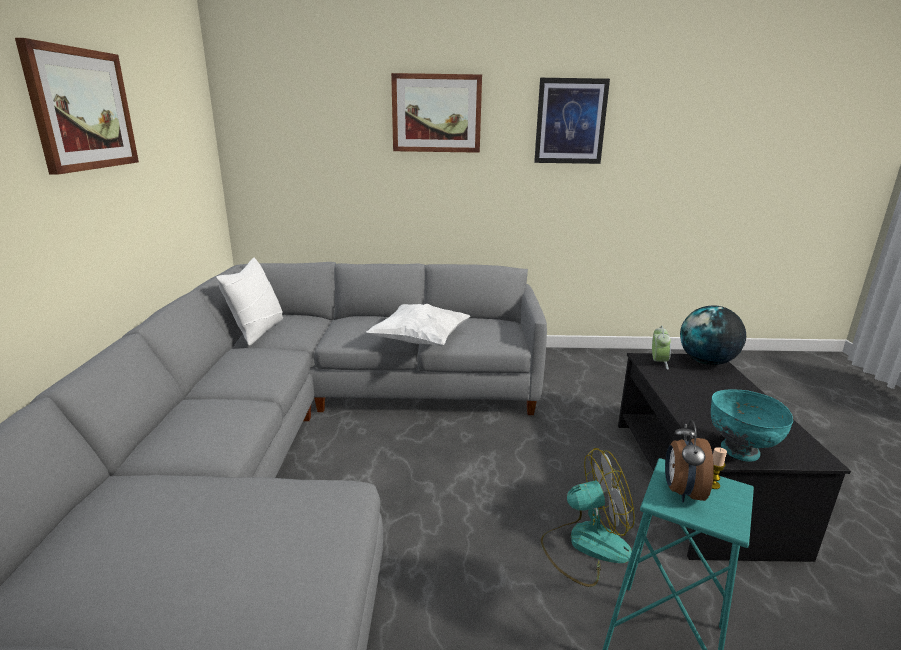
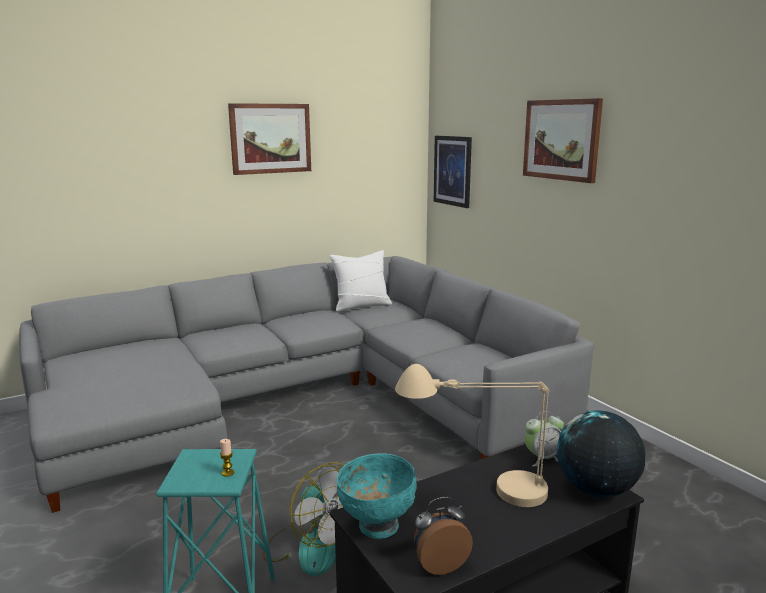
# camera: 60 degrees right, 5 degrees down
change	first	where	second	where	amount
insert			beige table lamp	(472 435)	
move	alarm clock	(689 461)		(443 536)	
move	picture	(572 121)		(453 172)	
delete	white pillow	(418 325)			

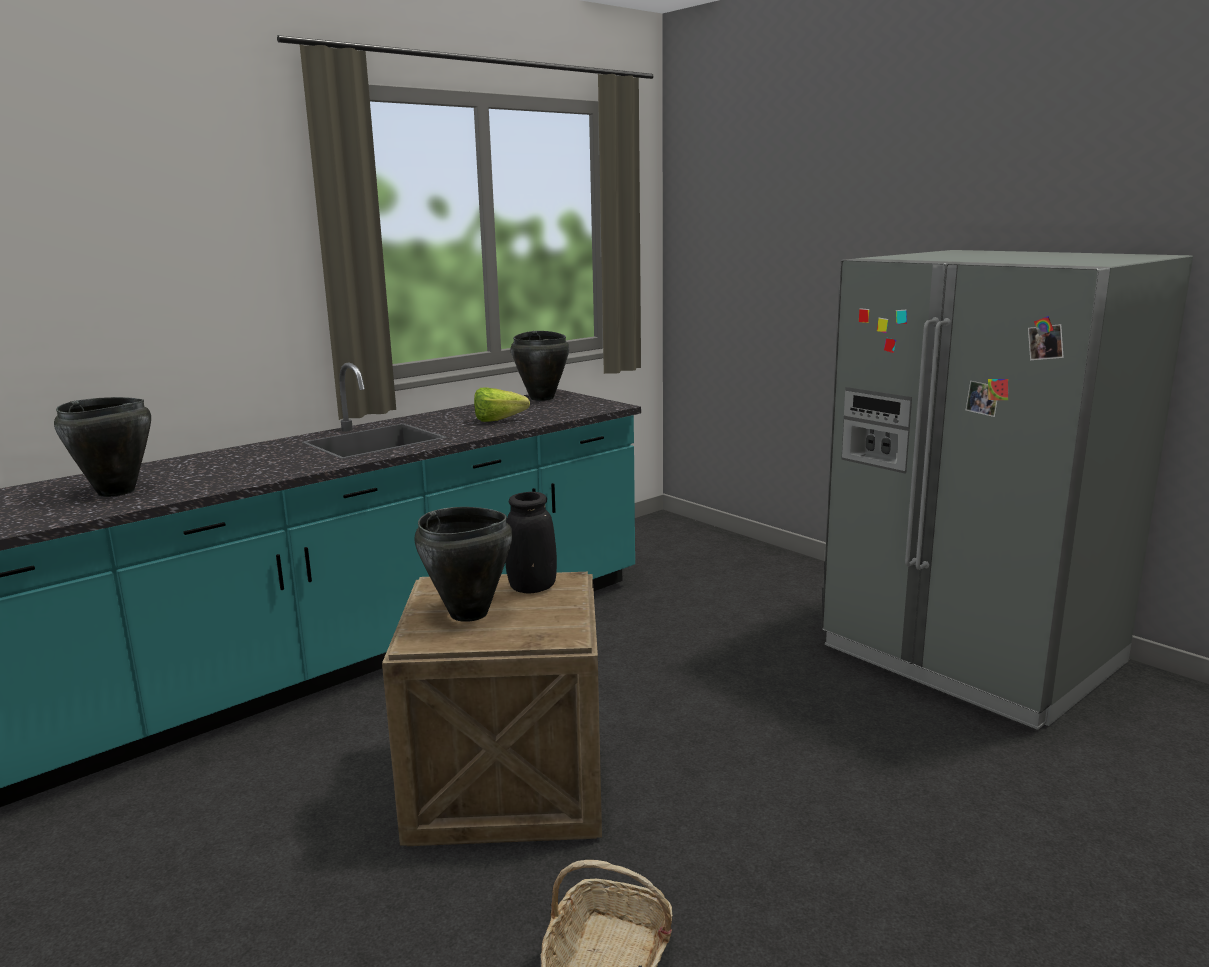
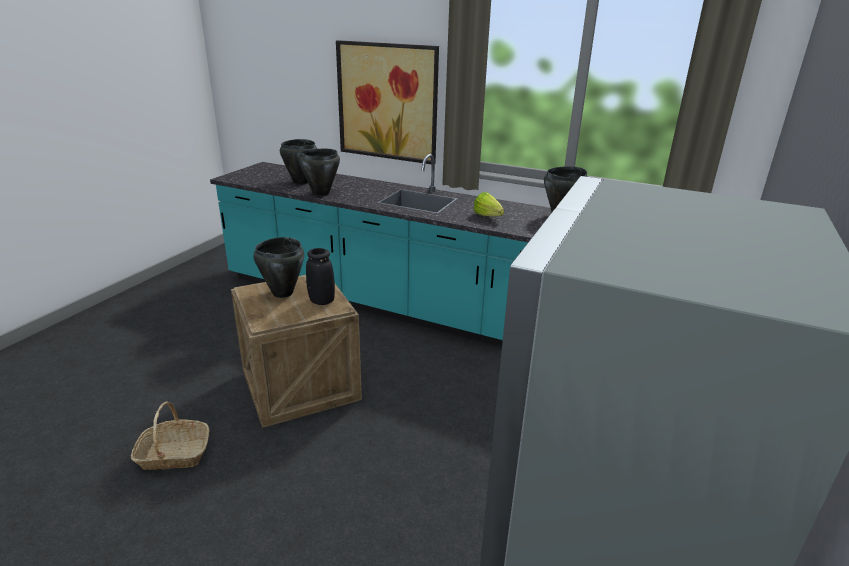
# camera: 65 degrees right, 10 degrees up
change	first	where	second	where	amount
insert			black cooking pot	(319 172)	
insert			picture	(387 102)	

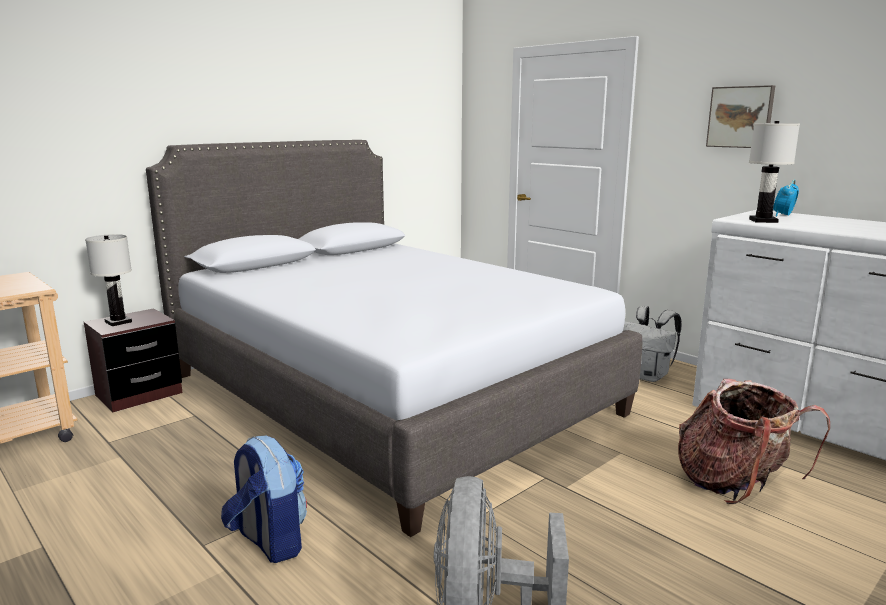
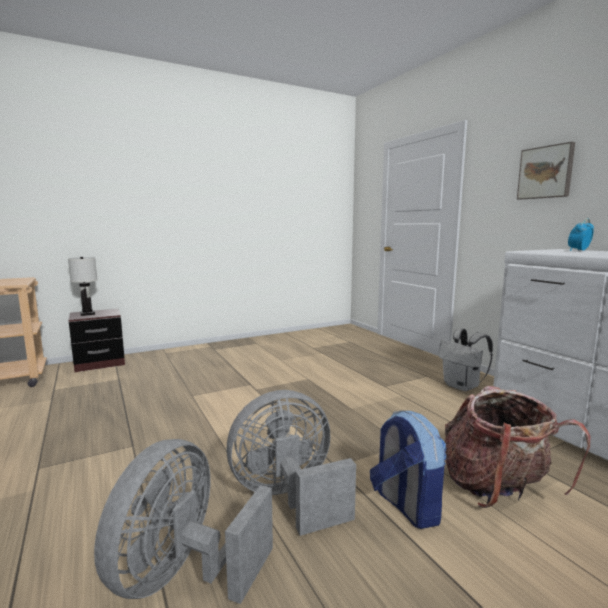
# camera: 15 degrees right, 5 degrees down
change	first	where	second	where	amount
insert			grey fan	(291 463)	
move	backpack	(264 499)		(408 469)	
delete	grey bed	(394 338)			
delete	white table lamp	(774 172)			

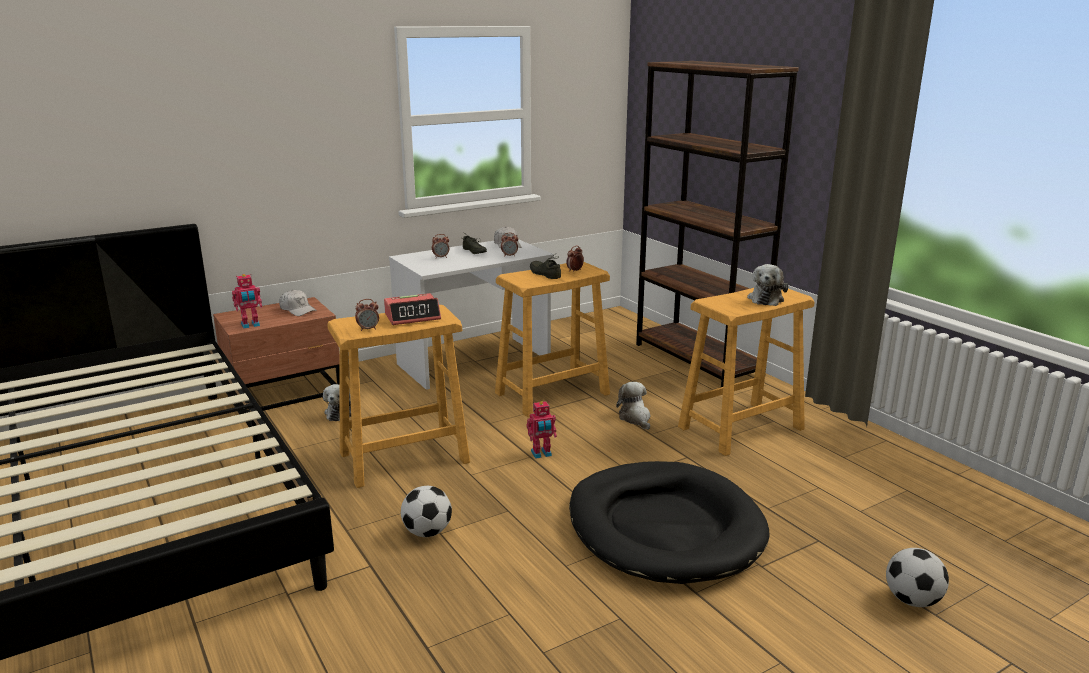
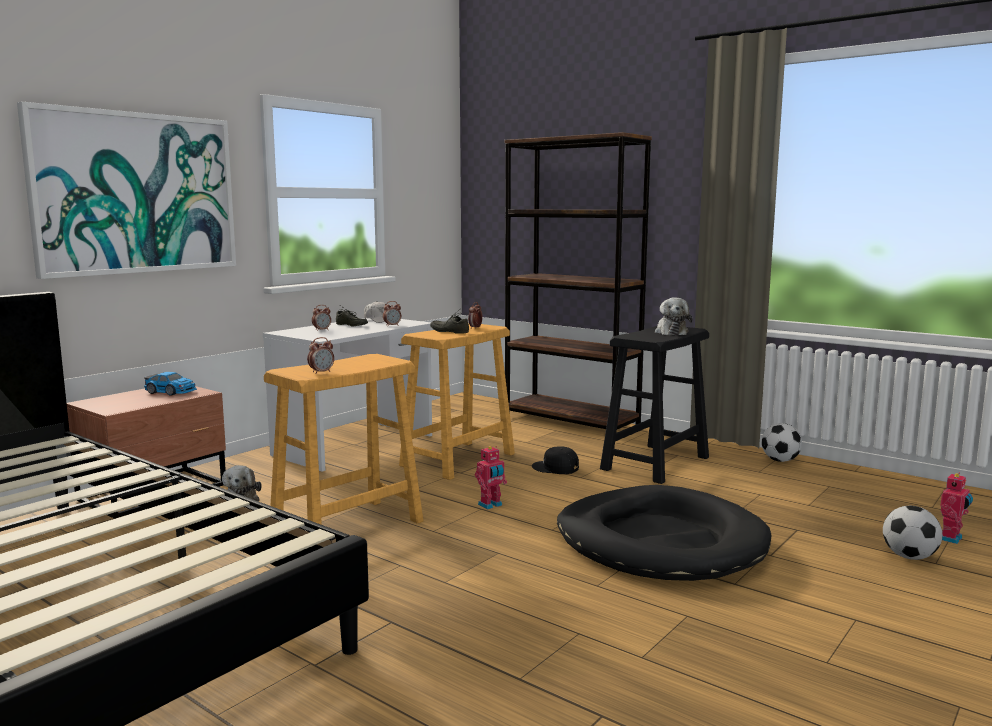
# camera: 20 degrees left, 10 degrees down
change	first	where	second	where	amount
insert			picture	(126 190)	
replace	white cap	(298 303)	toy car	(170 384)	
replace	plush toy	(633 406)	black cap	(555 460)	
recolor	beige stool	(746 372)	black stool	(654 405)	
move	football	(426 511)		(781 442)	
move	toy robot	(247 301)		(956 508)	
delete	alarm clock	(412 309)			

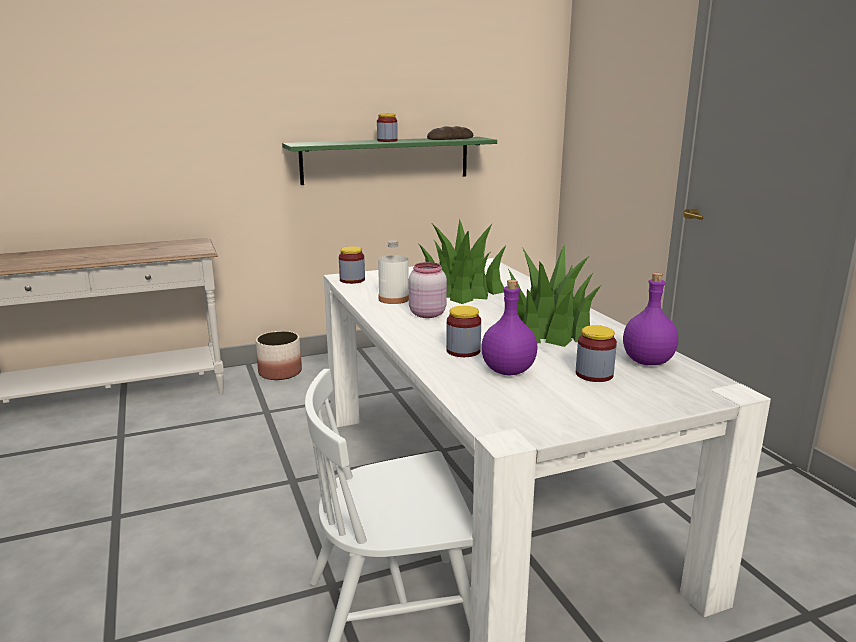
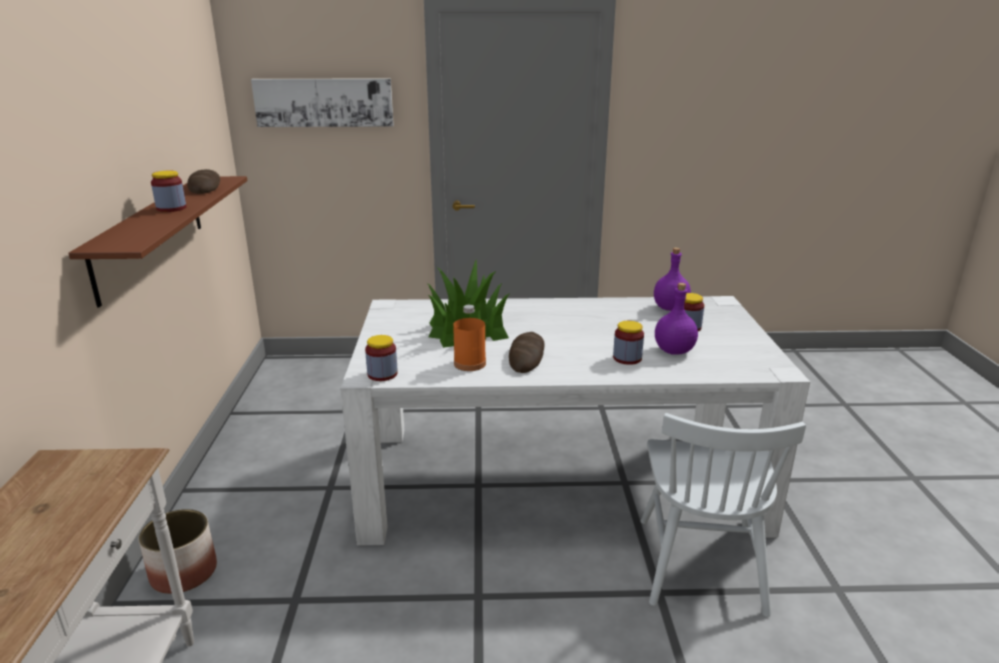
# camera: 70 degrees left, 5 degrees up
change	first	where	second	where	amount
recolor	green shelf	(389 161)	brown shelf	(158 241)	
insert			picture	(322 102)	
recolor	white bottle	(393 272)	orange bottle	(469 338)	
replace	pink jar	(428 290)	bread	(527 352)	
delete	potted plant	(554 295)			

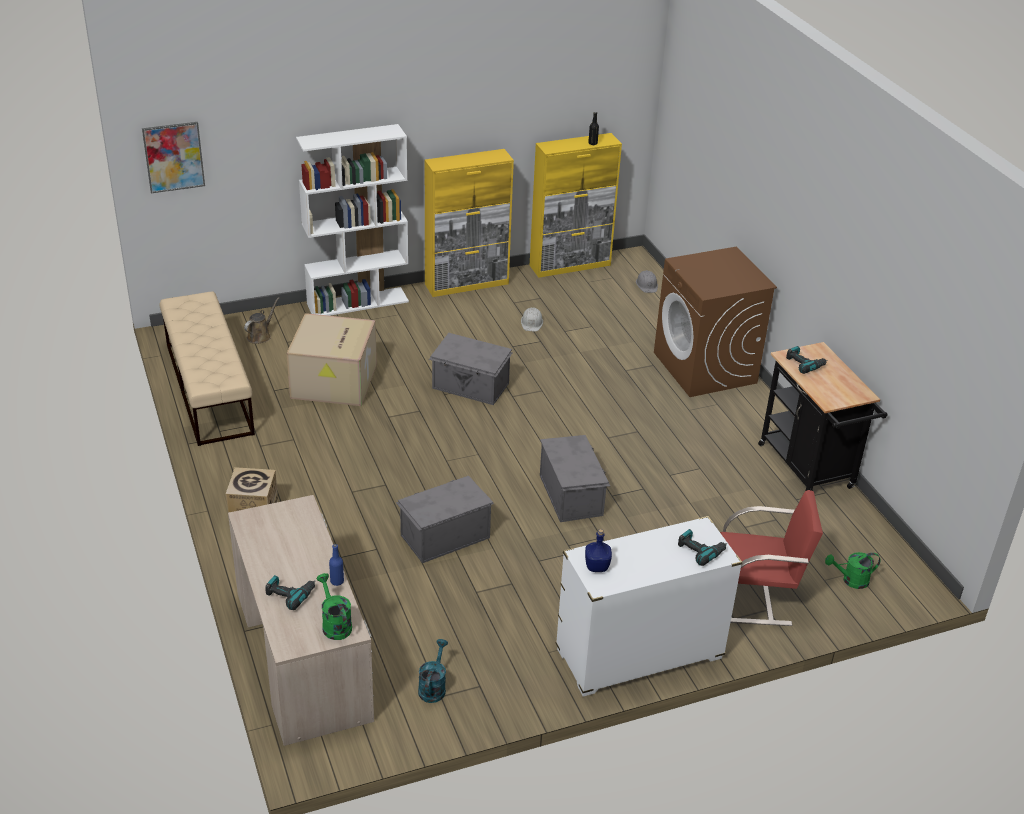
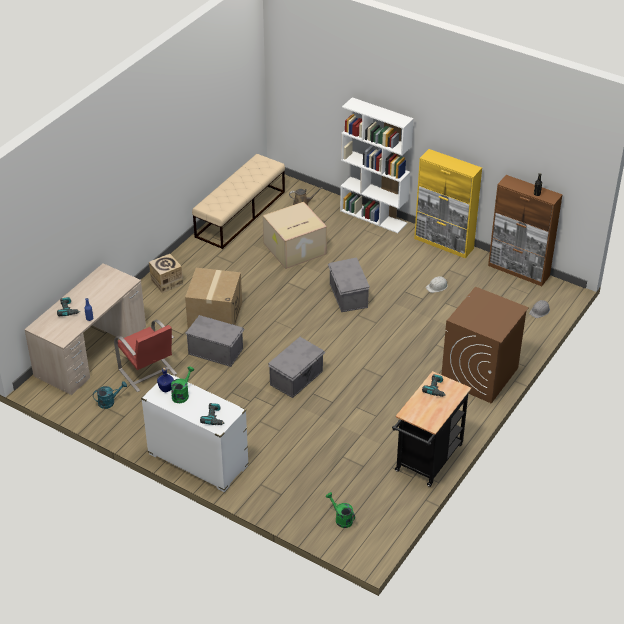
# camera: 55 degrees right, 5 degrees up
change	first	where	second	where	amount
move	red chair	(771 558)		(145 355)	
move	green watering can	(334 606)		(182 384)	
insert			cardboard box	(213 298)	
recolor	yellow cabinet	(576 205)	brown cabinet	(525 230)	
delete	picture	(173 157)			

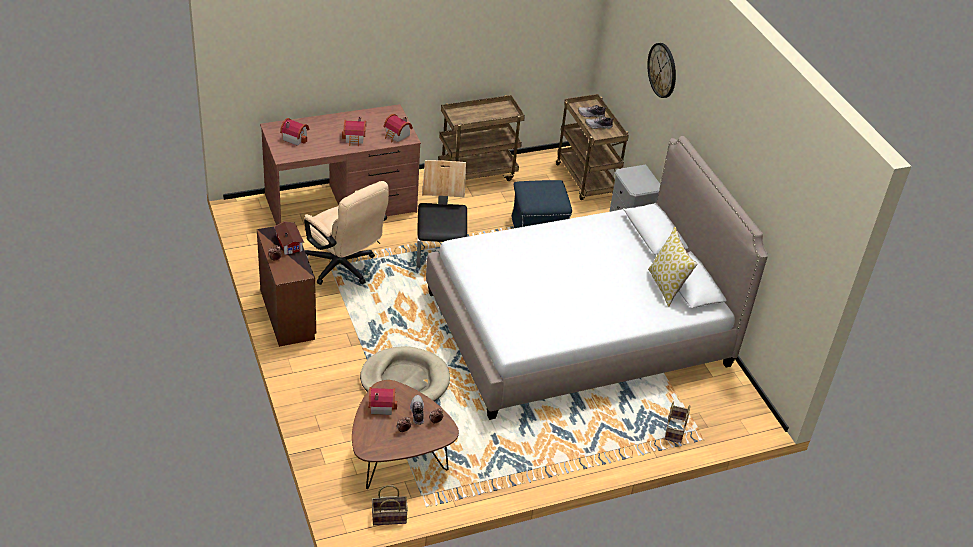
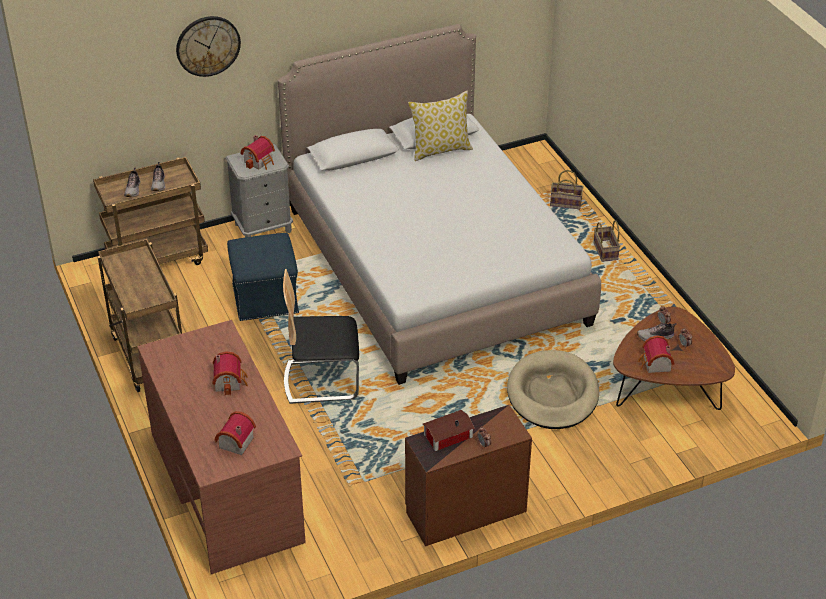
# camera: 90 degrees left, 0 degrees up
change	first	where	second	where	amount
move	toy house	(398 128)		(257 152)	
move	basket	(390 505)		(606 241)	
delete	beige office chair	(346 233)			

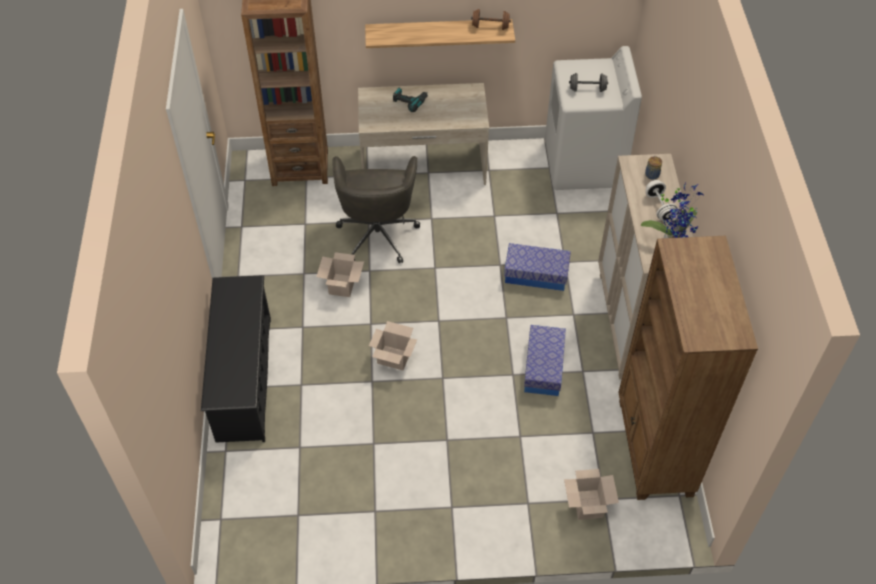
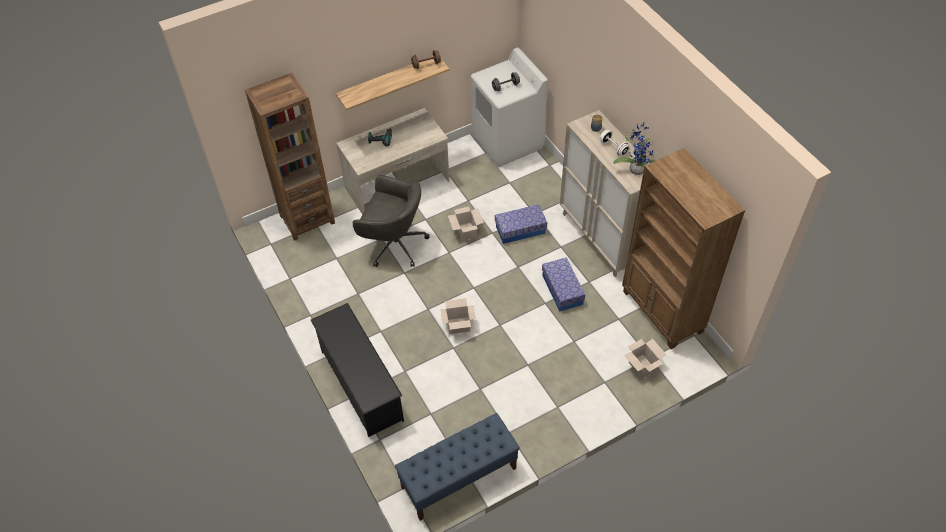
# camera: 25 degrees left, 0 degrees up
change	first	where	second	where	amount
rotate	grey office chair	(376 209)		(391 221)	45 degrees counterclockwise
insert			blue bench	(457 467)	
move	cardboard box	(340 274)		(466 224)	

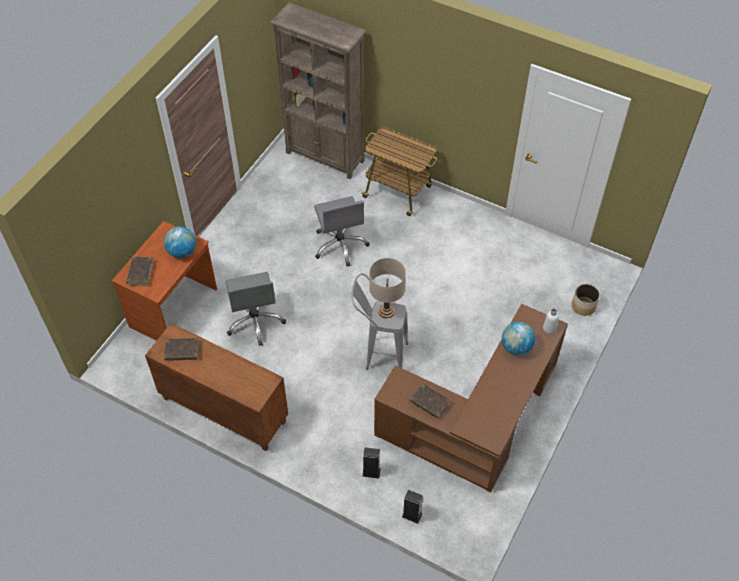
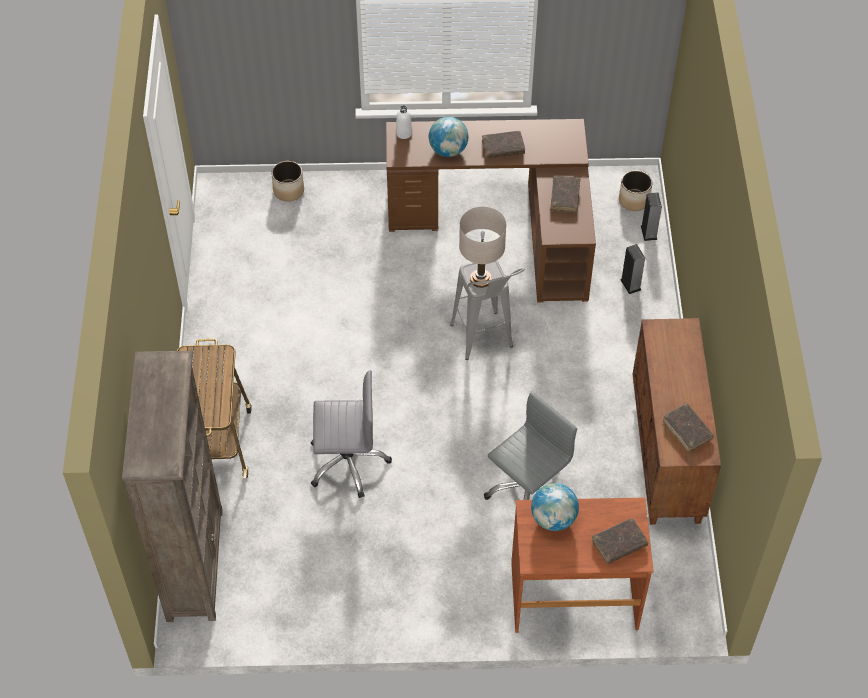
# camera: 120 degrees left, 0 degrees up
change	first	where	second	where	amount
rotate	grey office chair	(342 231)		(351 434)	45 degrees clockwise
insert			brown book	(503 144)	
insert			planter	(635 190)	

